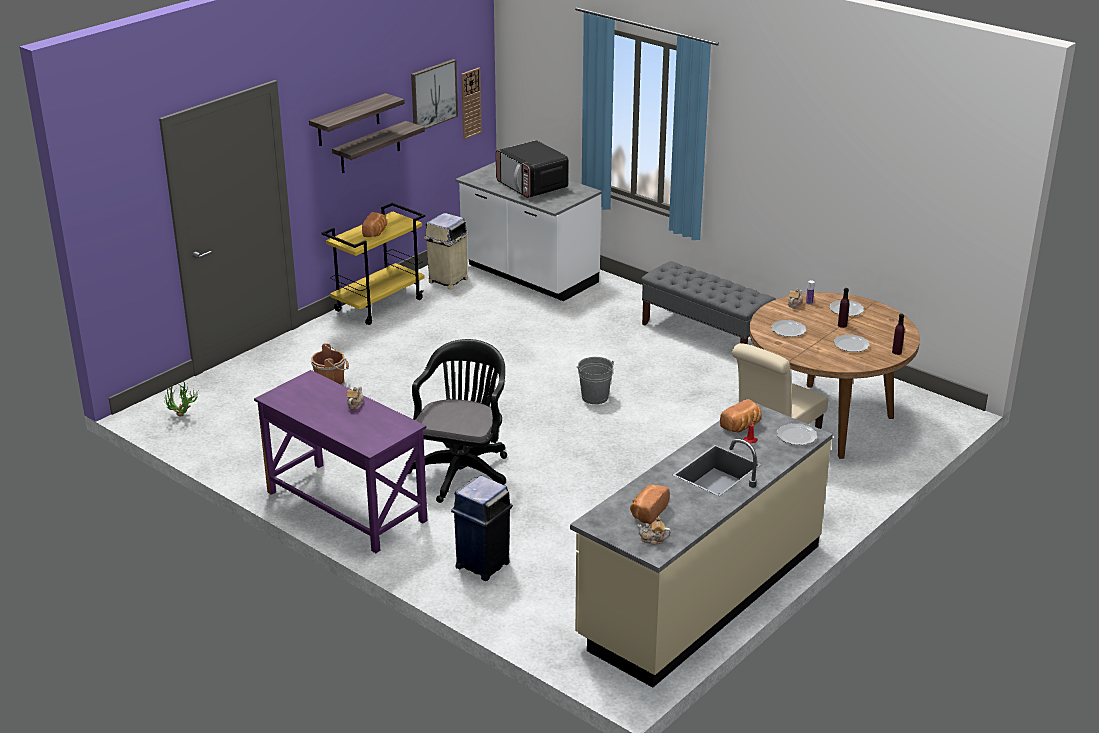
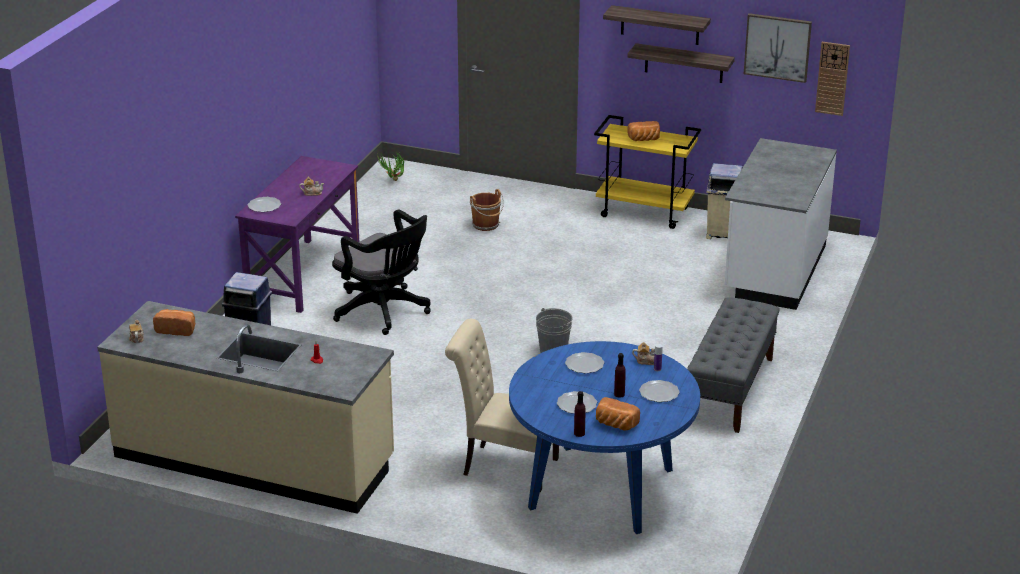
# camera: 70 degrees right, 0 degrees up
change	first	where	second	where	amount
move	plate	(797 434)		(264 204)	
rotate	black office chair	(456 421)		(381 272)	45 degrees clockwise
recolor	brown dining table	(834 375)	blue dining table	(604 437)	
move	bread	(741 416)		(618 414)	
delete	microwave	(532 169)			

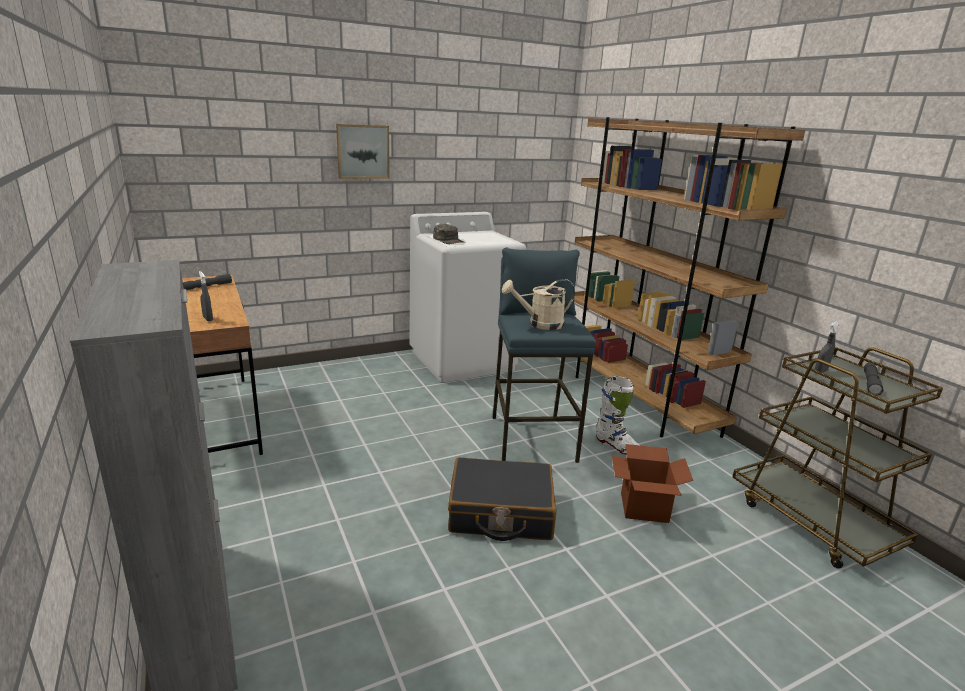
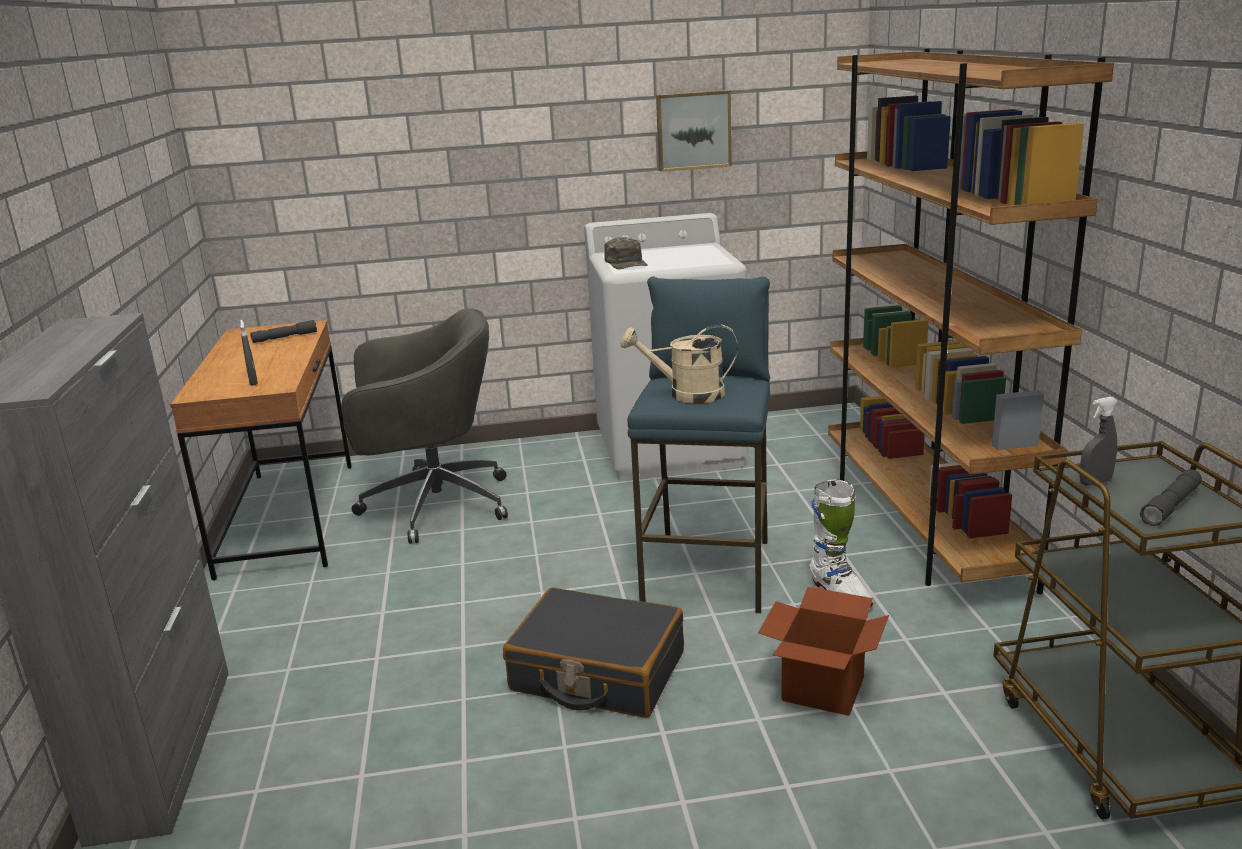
# camera: 20 degrees right, 0 degrees up
change	first	where	second	where	amount
insert			grey office chair	(424 426)	
move	picture	(363 151)		(694 131)	

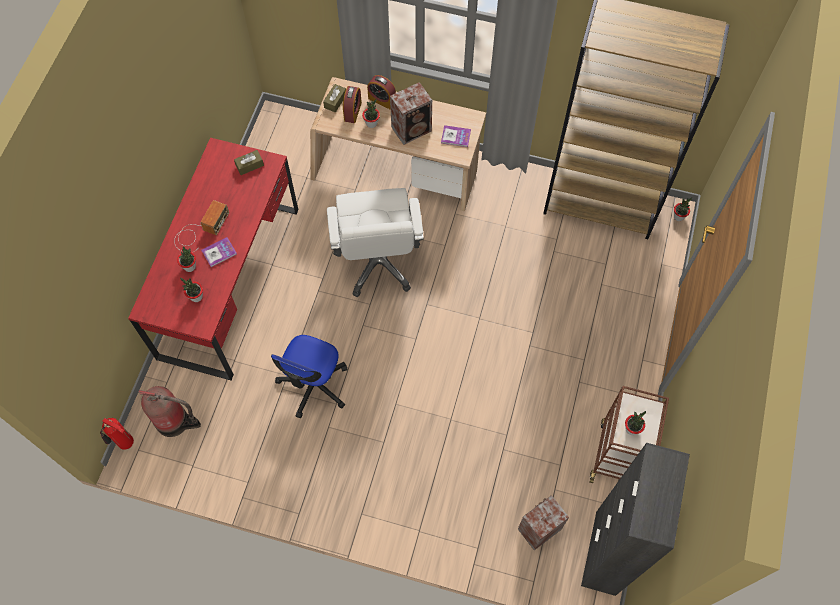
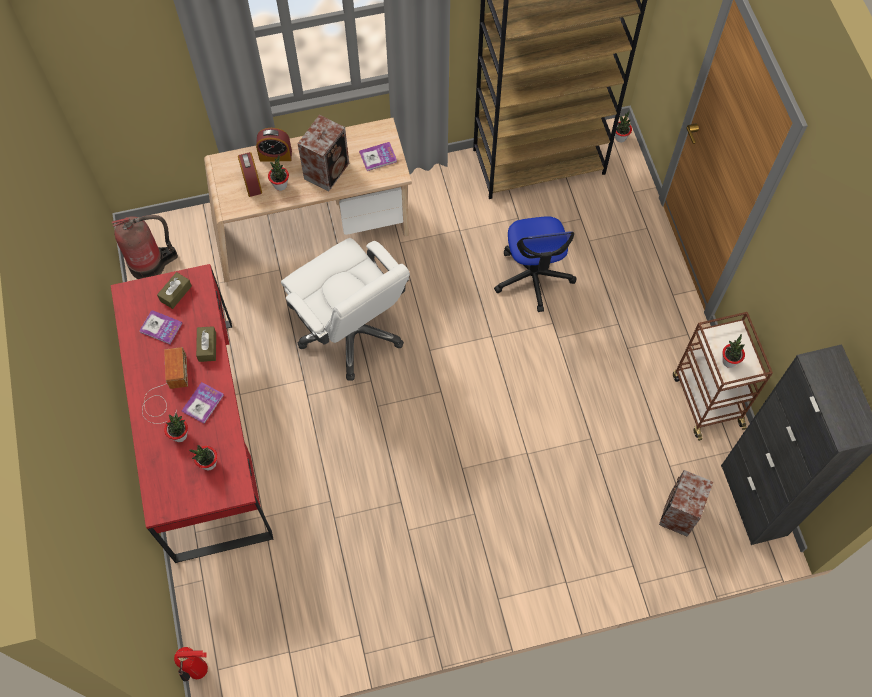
# camera: 30 degrees left, 0 degrees up
change	first	where	second	where	amount
move	fire extinguisher	(170 411)		(145 247)	
insert			book	(161 327)	
move	brown tissue box	(334 98)		(206 344)	
move	office chair	(309 376)		(535 264)	

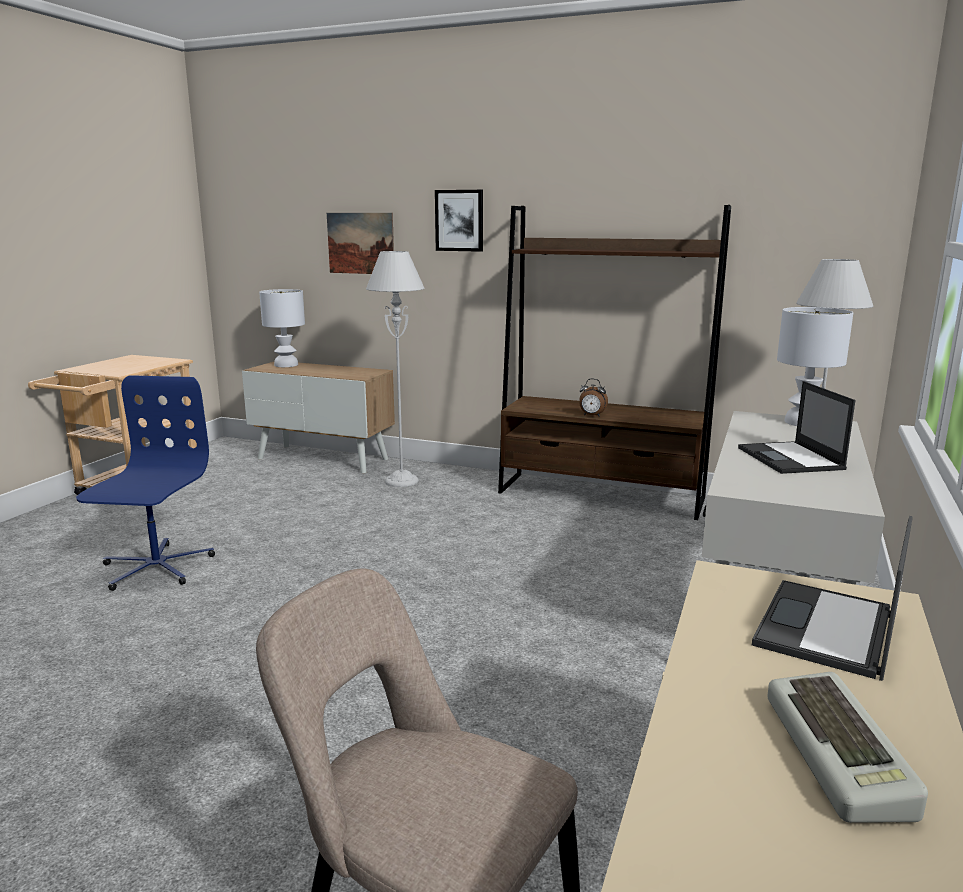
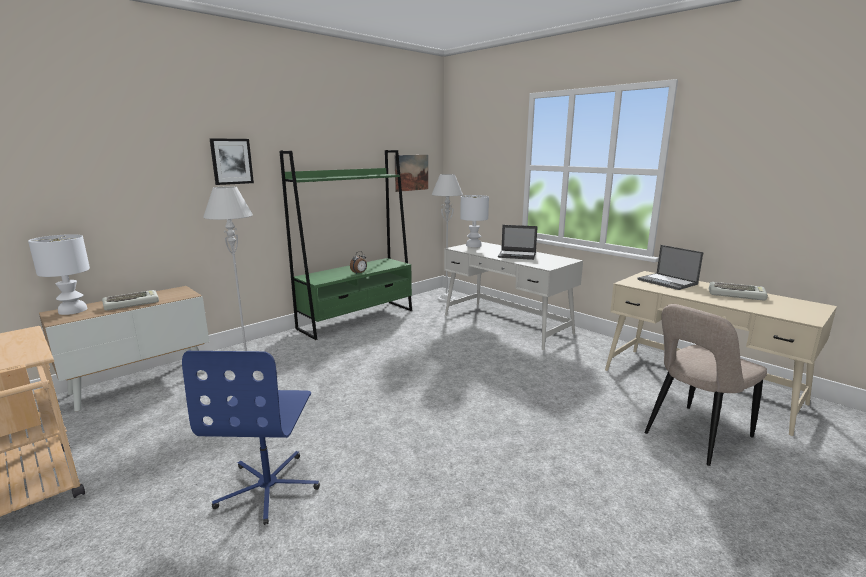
# camera: 65 degrees left, 0 degrees up
change	first	where	second	where	amount
insert			keyboard	(130 300)	
rotate	blue office chair	(145 483)		(251 438)	120 degrees counterclockwise
recolor	brown bookcase	(614 362)	green bookcase	(345 245)	
move	picture	(360 243)		(411 173)	

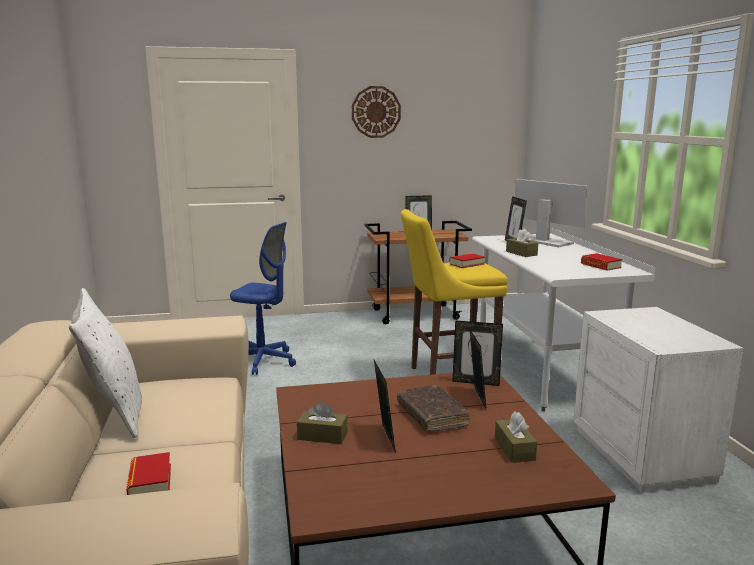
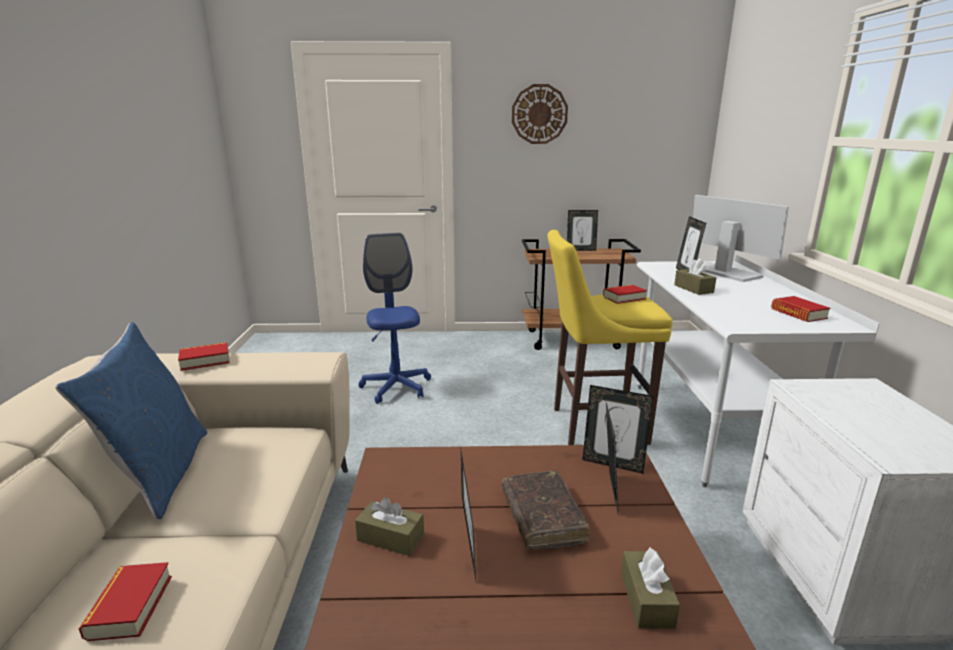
# camera: 10 degrees right, 5 degrees up
change	first	where	second	where	amount
recolor	white pillow	(105 363)	blue pillow	(131 421)	
insert			book	(203 356)	
rotate	blue office chair	(263 298)		(394 318)	135 degrees counterclockwise

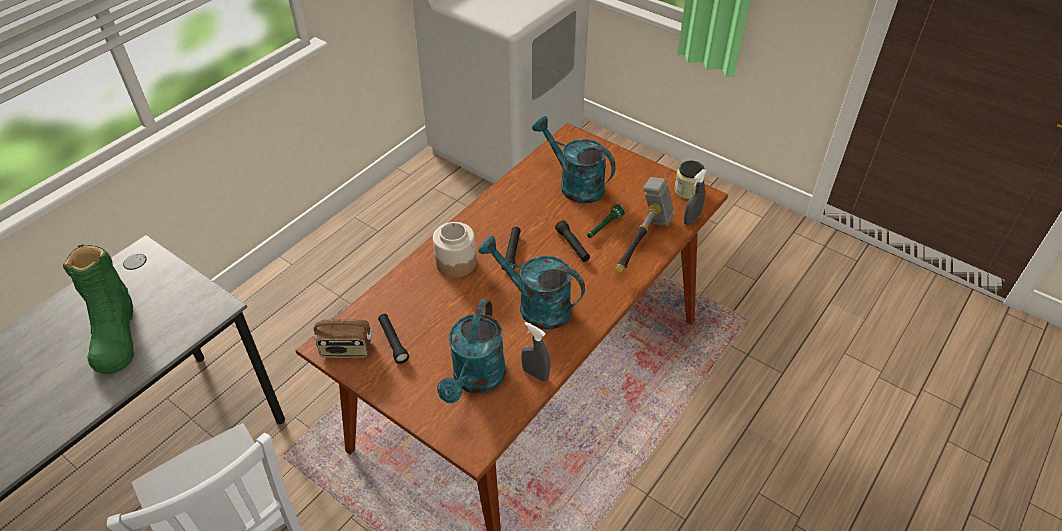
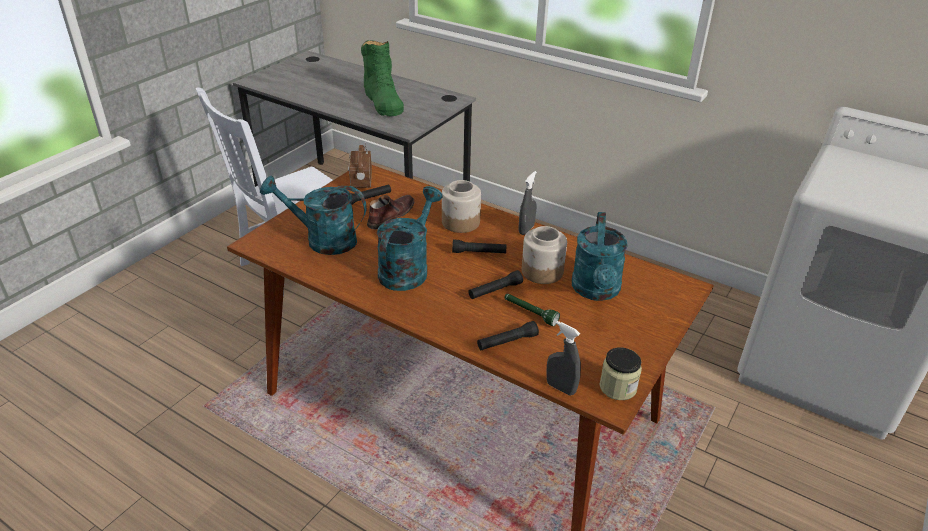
# camera: 85 degrees right, 10 degrees down
change	first	where	second	where	amount
rotate	green boot	(98 309)		(382 78)	90 degrees counterclockwise
insert			brown shoe	(390 212)	
replace	hammer	(645 225)	black flashlight	(508 335)	
move	grey spray bottle	(535 352)		(527 203)	
insert			jar	(544 255)	
rotate	turquoise watering can	(574 160)		(600 256)	150 degrees clockwise

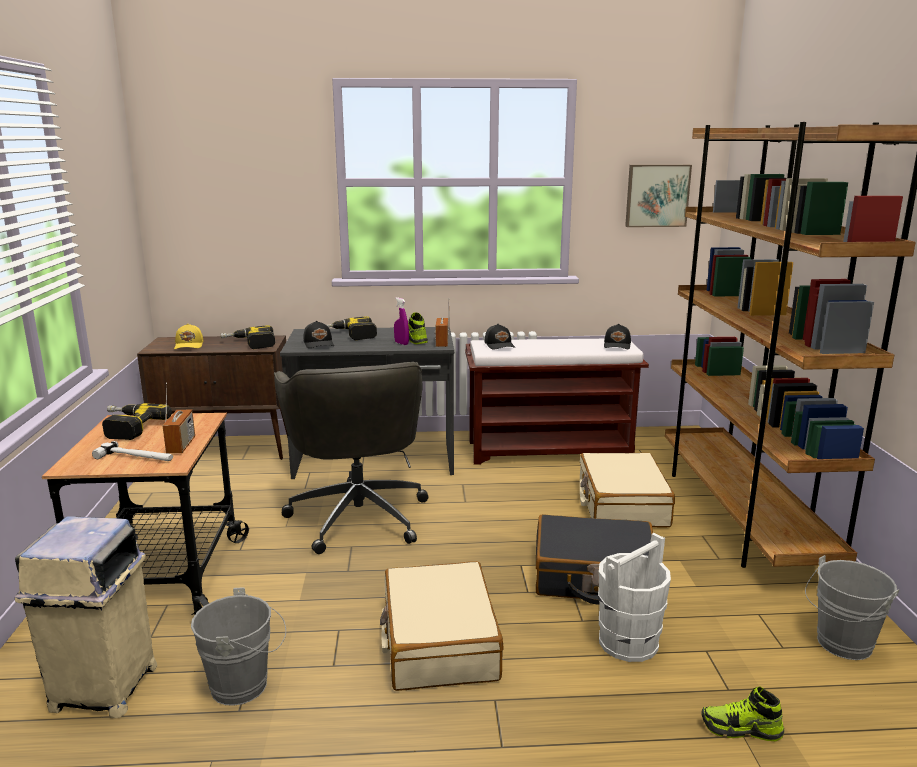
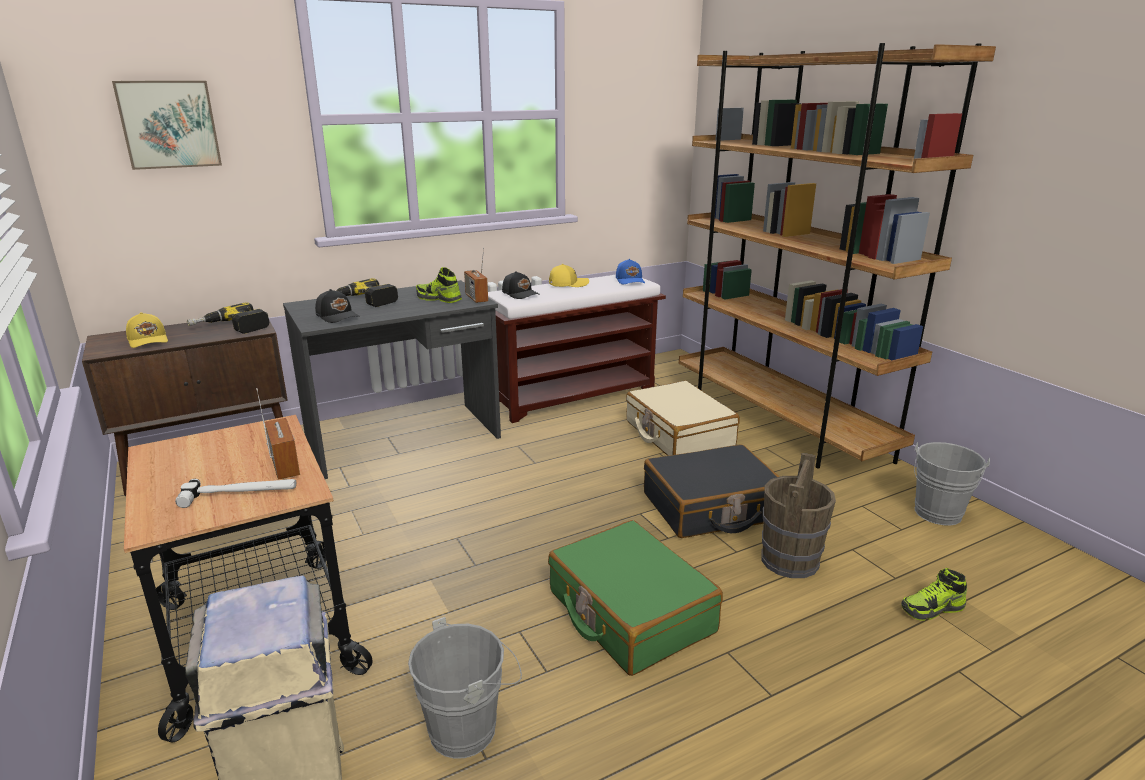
# camera: 25 degrees left, 5 degrees up
change	first	where	second	where	amount
move	picture	(658 196)		(167 125)	
recolor	beige suitcase	(442 626)	green suitcase	(635 598)	
insert			yellow cap	(569 275)	
recolor	black cap	(617 336)	blue cap	(630 271)	
recolor	white bucket	(634 597)	brown bucket	(798 515)	
delete	power drill	(137 421)			
delete	grey office chair	(351 457)			
delete	purple spray bottle	(401 321)			

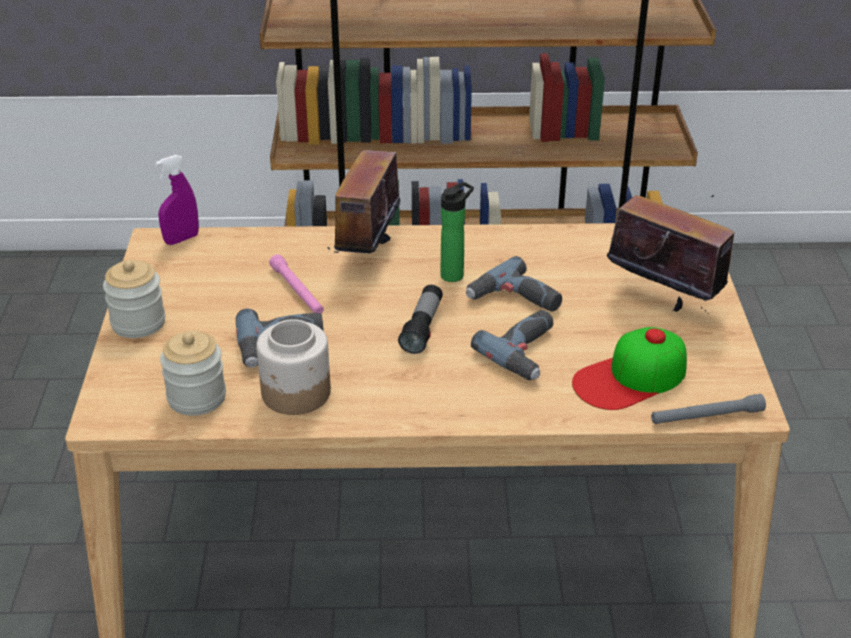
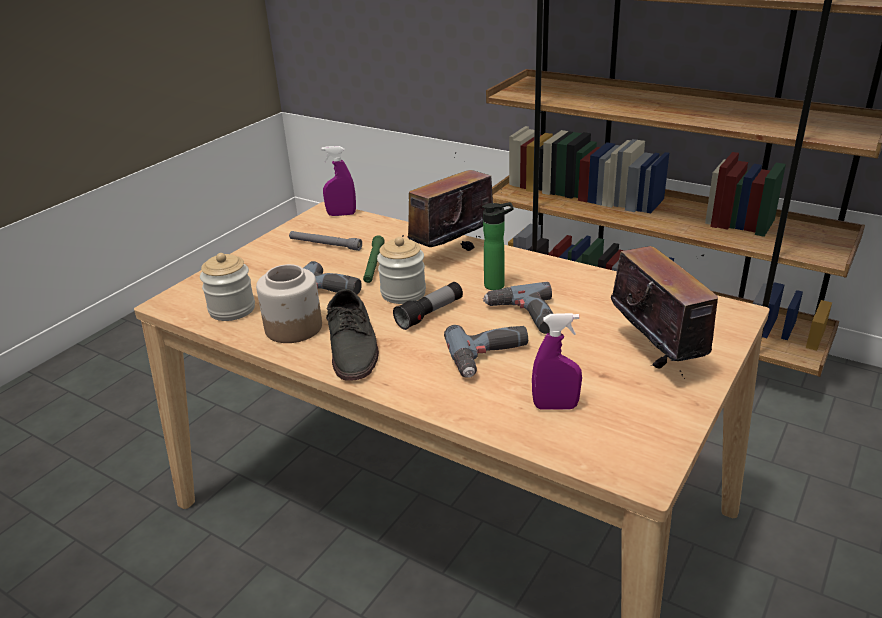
# camera: 35 degrees right, 5 degrees down
change	first	where	second	where	amount
move	grey flashlight	(708 409)		(325 241)	
insert			grey shoe	(352 335)	
recolor	pink flashlight	(296 284)	green flashlight	(373 259)	
move	jar	(134 299)		(401 270)	
replace	cap	(629 368)	purple spray bottle	(557 361)	

